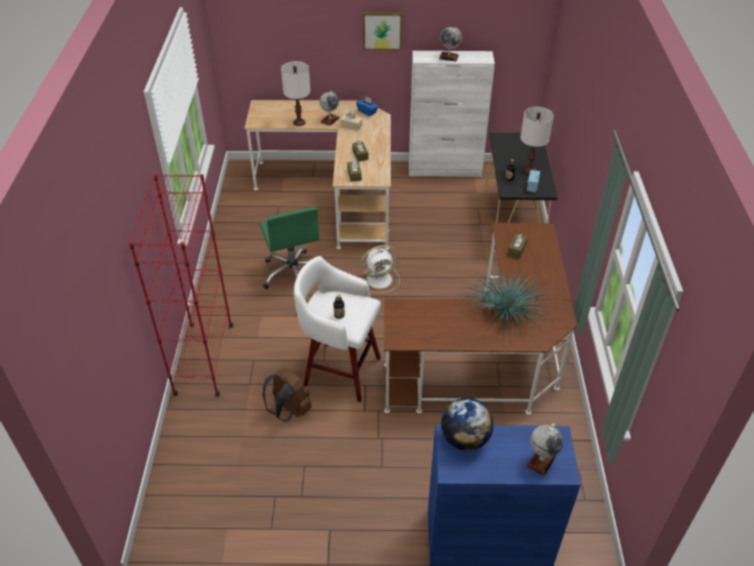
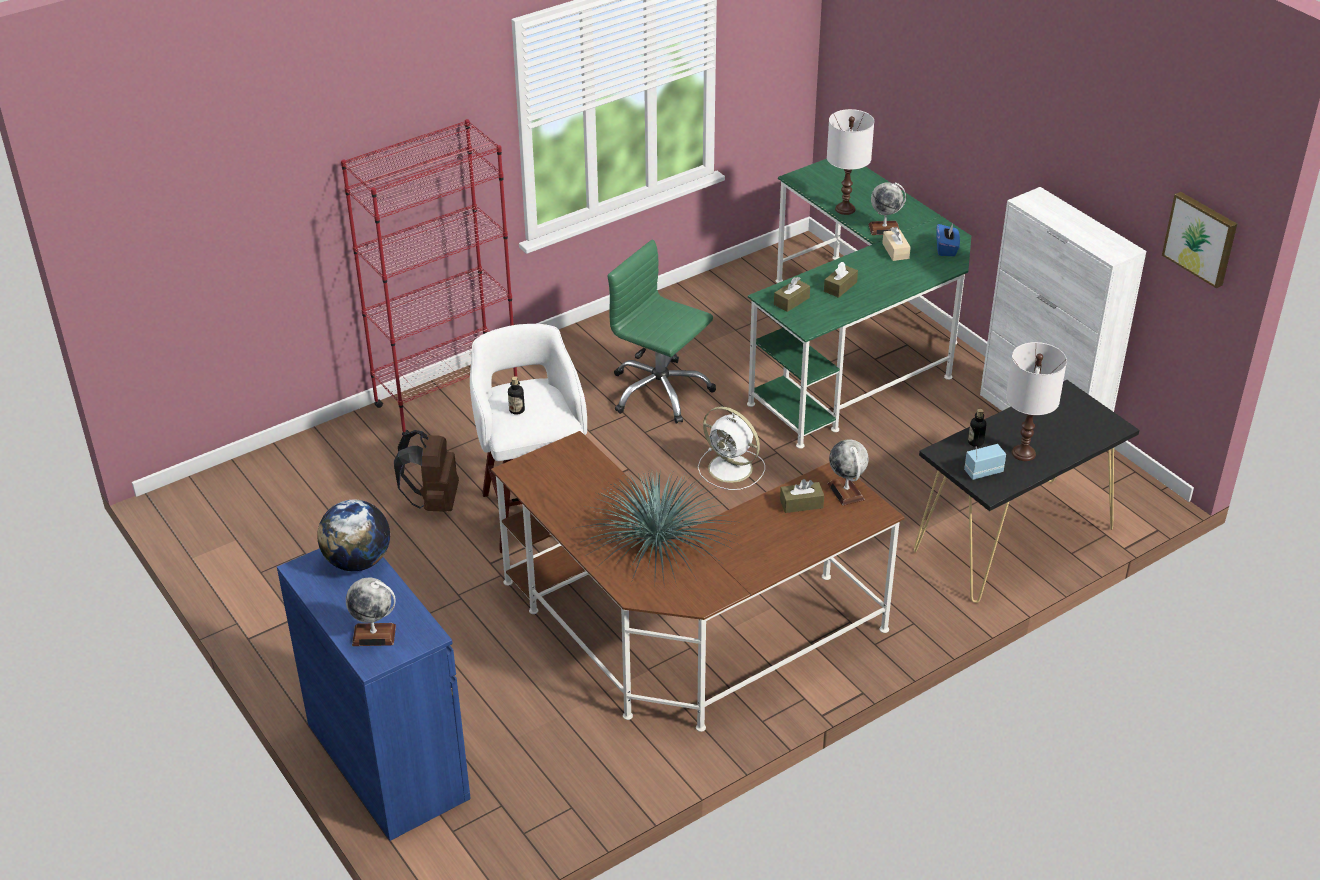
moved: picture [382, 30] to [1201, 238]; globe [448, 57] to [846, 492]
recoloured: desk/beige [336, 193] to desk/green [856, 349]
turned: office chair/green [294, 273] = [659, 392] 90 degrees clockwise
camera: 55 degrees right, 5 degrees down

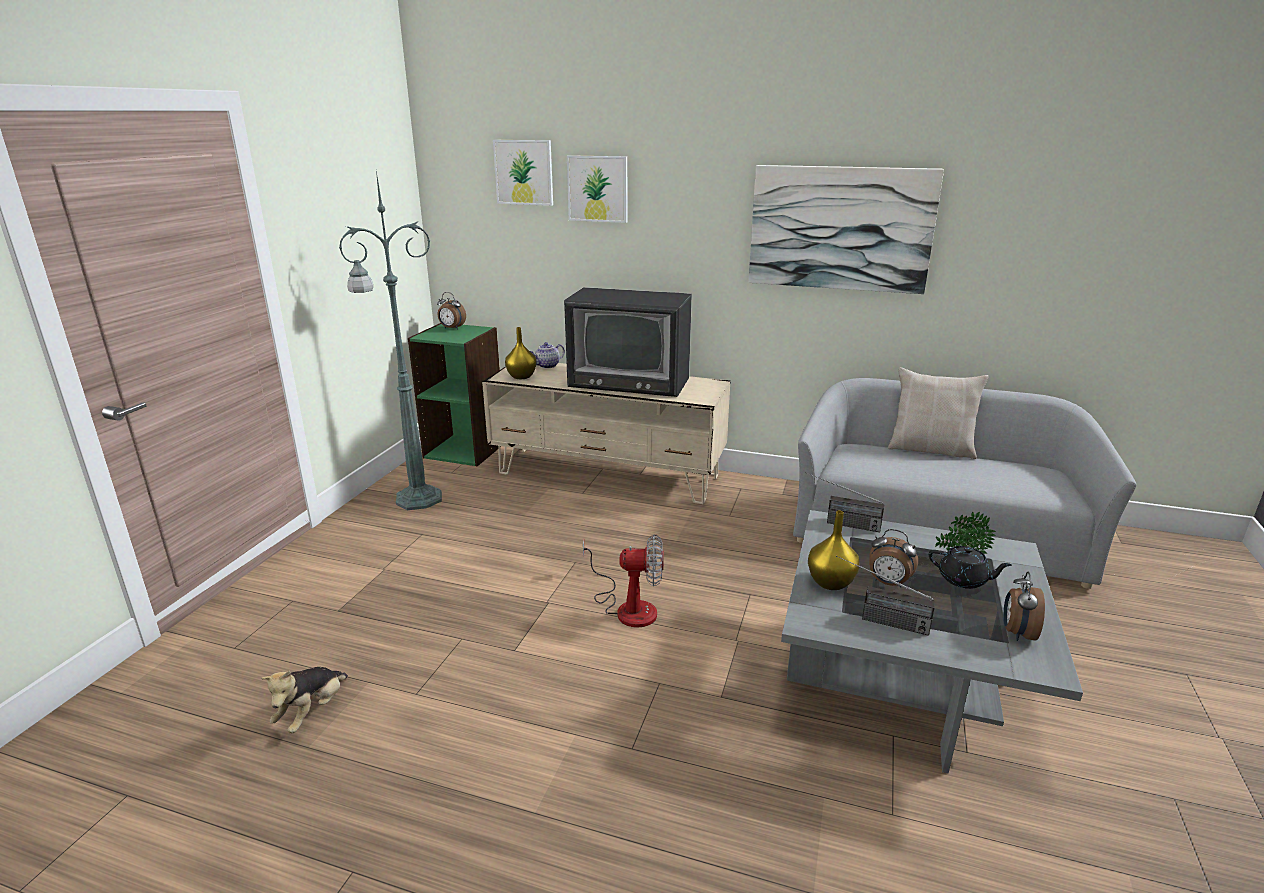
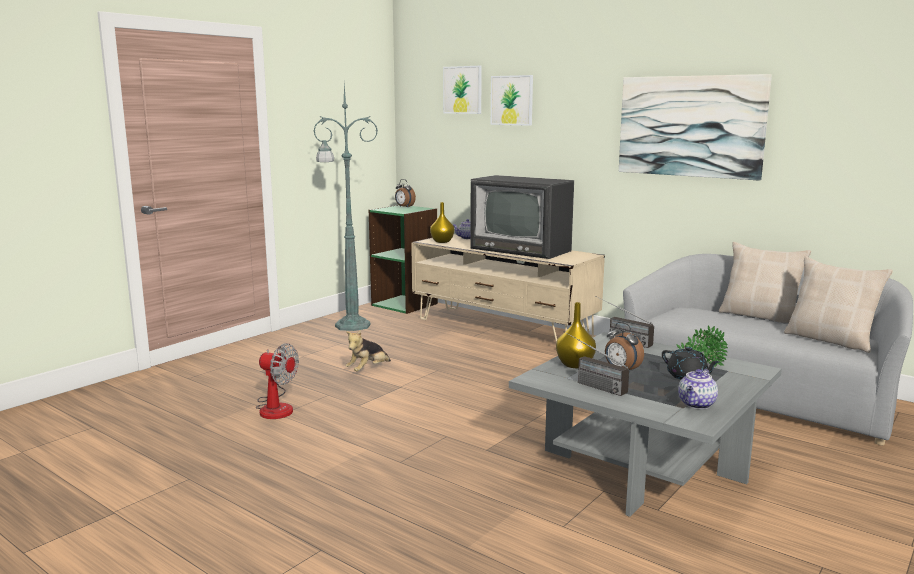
added: pillow/beige [830, 340]
moved: fan [628, 607] to [276, 407]; plush toy [312, 712] to [368, 370]
replaced: alarm clock [1017, 633] to teapot [697, 404]
camera: 20 degrees right, 10 degrees down

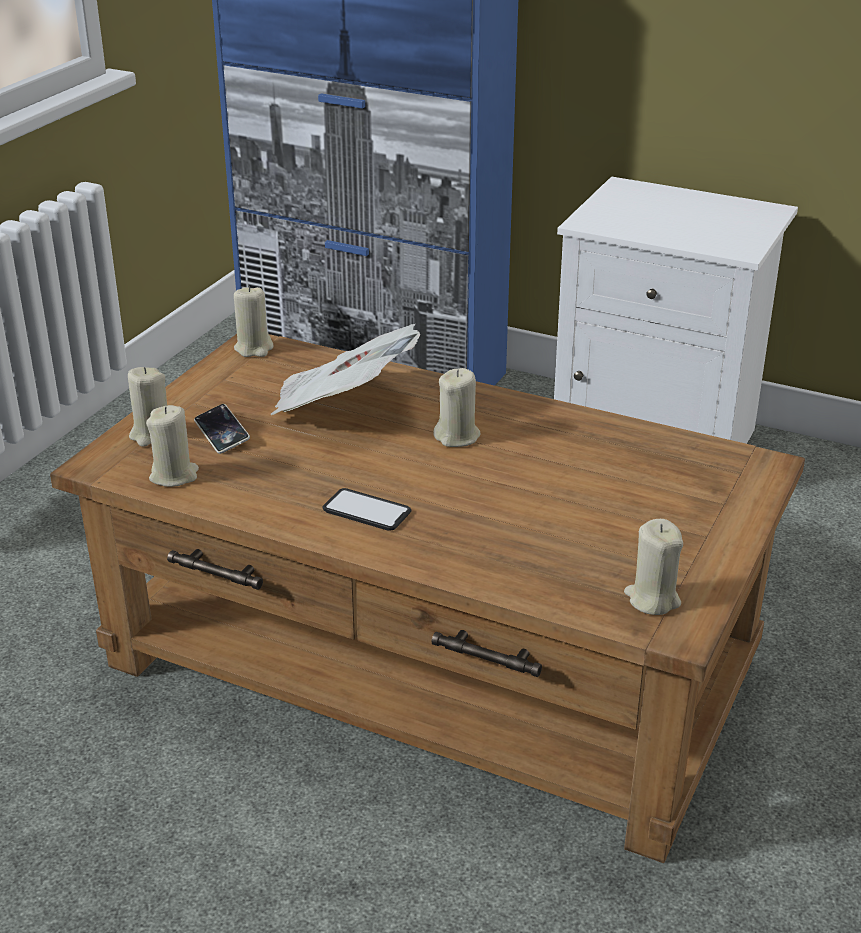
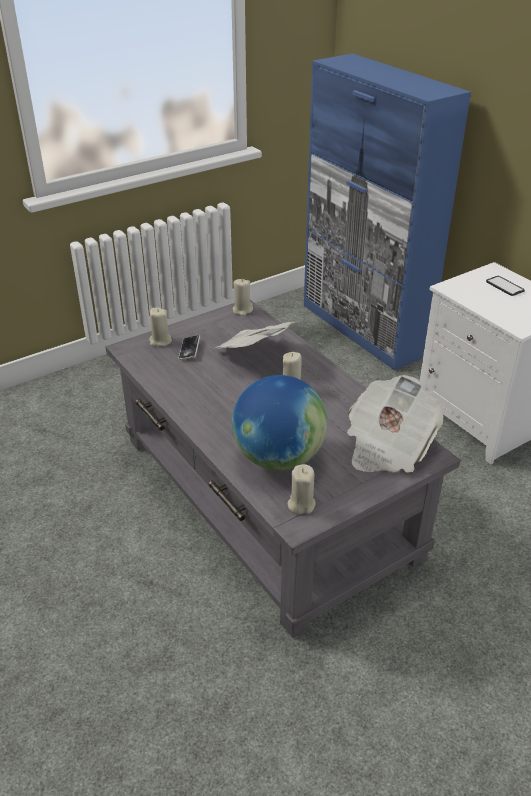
removed: candle/beige [174, 475]
added: globe [278, 457]; newspaper [387, 446]
moved: phone [366, 511] to [504, 286]
recoloured: coffee table/brown [433, 664] to coffee table/grey [266, 496]
camera: 30 degrees right, 5 degrees up

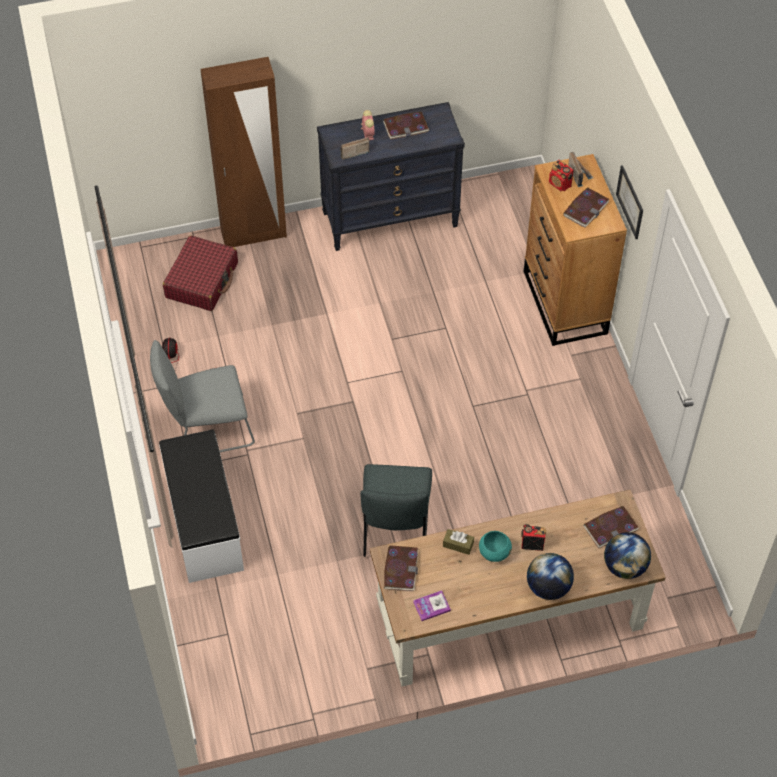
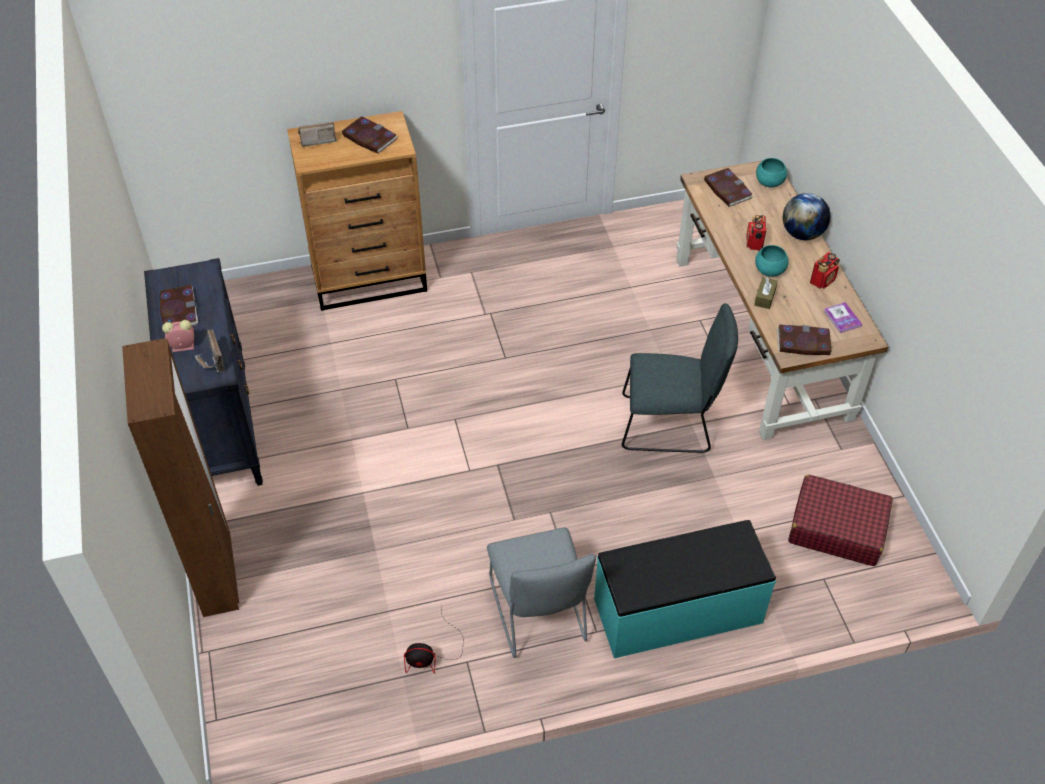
removed: picture [630, 202]
moved: radio [560, 184] to [822, 281]; suitcase/red [202, 280] to [836, 528]
replaced: globe [625, 566] to bowl/turquoise [769, 182]
recoloured: bench/white [203, 523] to bench/turquoise [678, 612]
camera: 90 degrees left, 5 degrees down

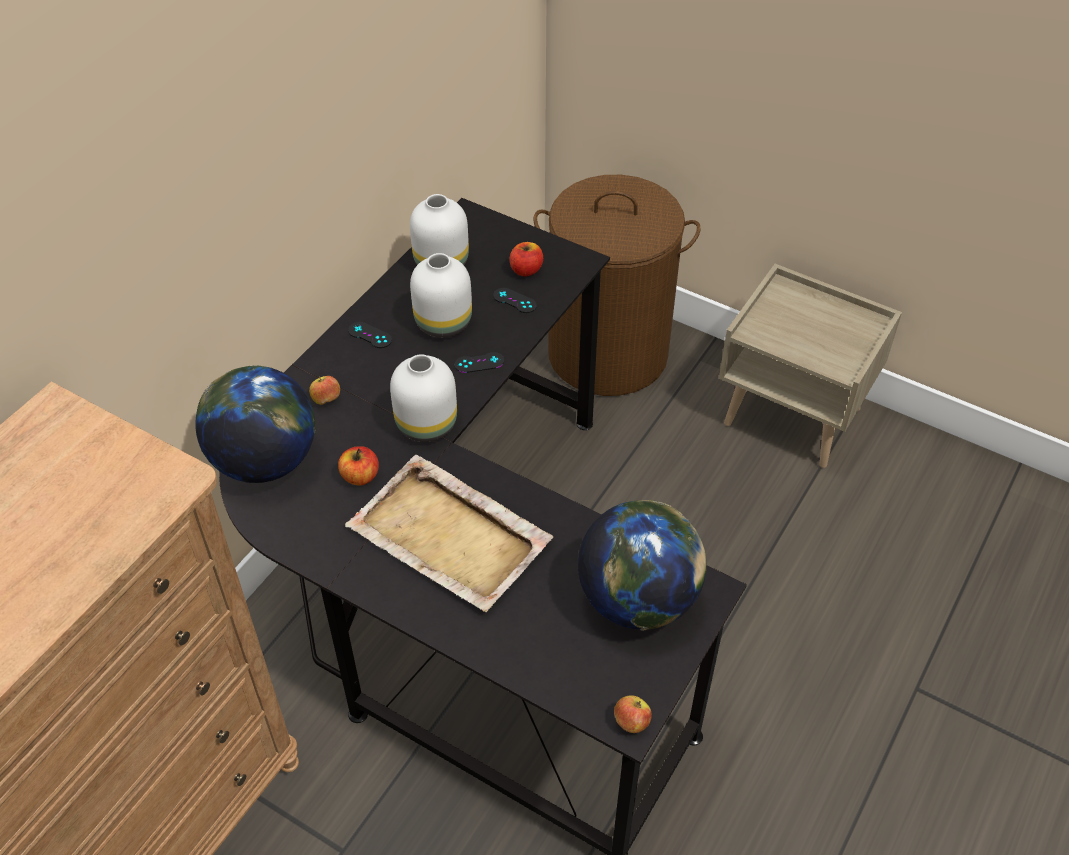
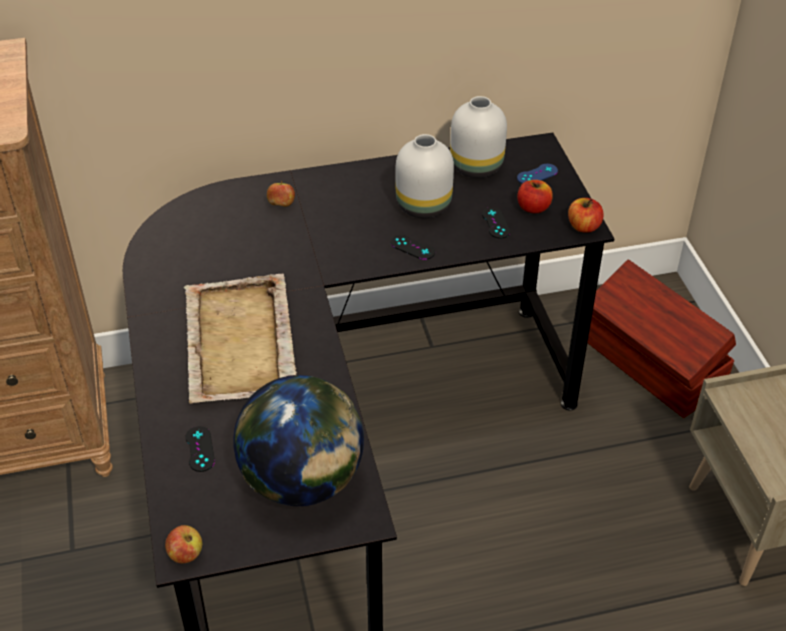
removed: vase/white [425, 426]; globe [265, 461]
added: game controller/blue [537, 174]
moved: game controller/black [370, 335] to [200, 449]; apple [360, 476] to [583, 226]
replaced: laundry basket/brown [608, 353] to storage box/brown [652, 366]
camera: 45 degrees right, 5 degrees down

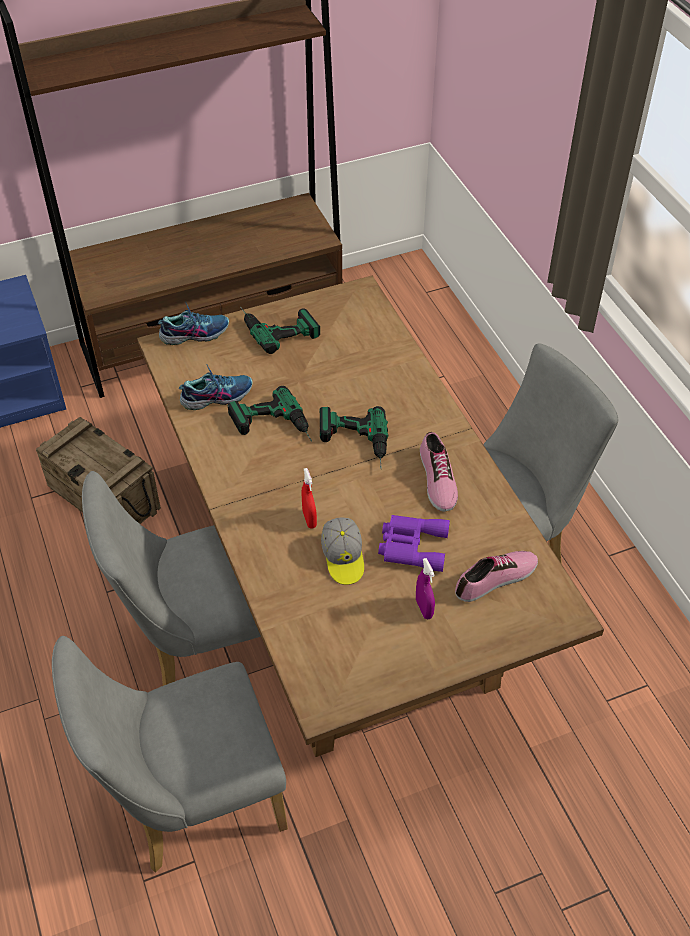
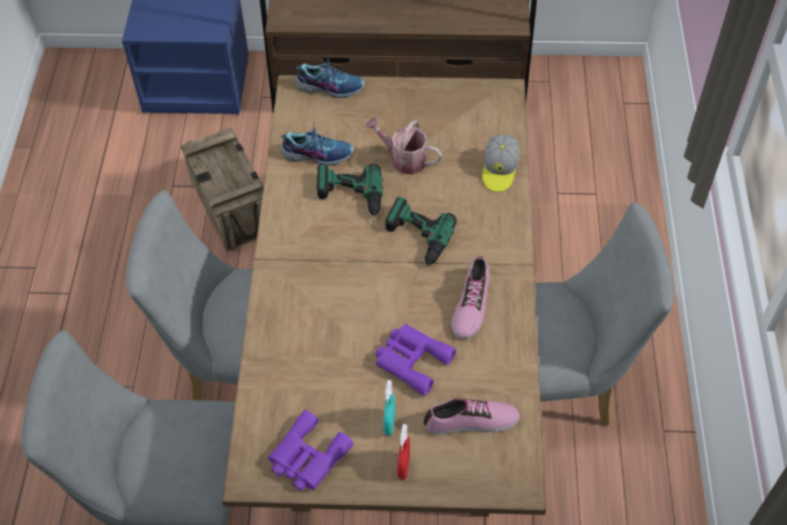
removed: power drill [276, 325]
added: watering can [404, 159]; binoculars/purple [307, 458]
moved: spray bottle/red [309, 519] to [403, 467]; cap [343, 558] to [499, 170]
recoloured: spray bottle/purple [424, 608] to spray bottle/turquoise [389, 424]
camera: 25 degrees right, 5 degrees up

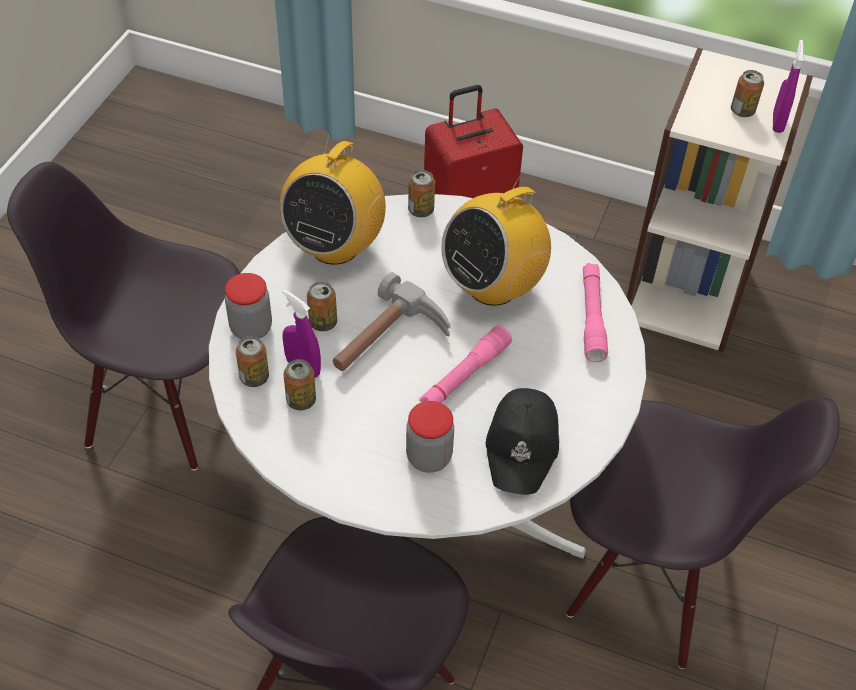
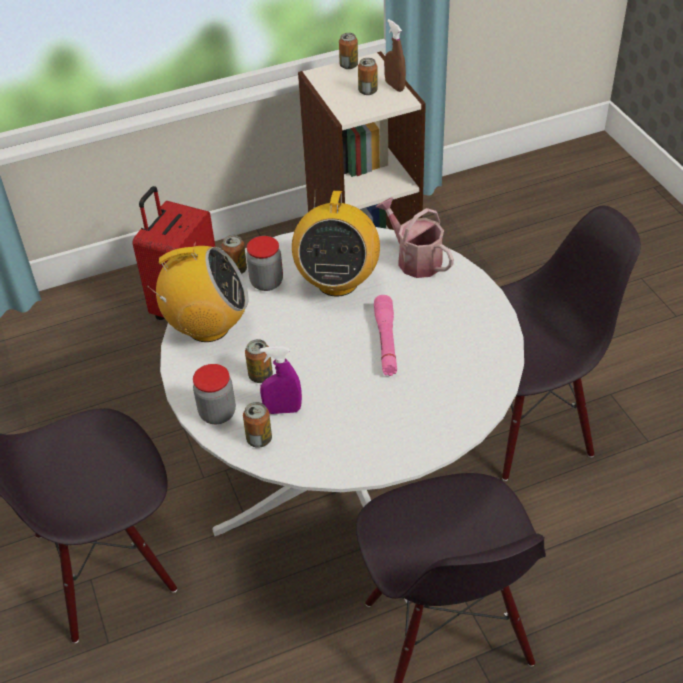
removed: hammer [390, 342]; cap/black [523, 446]
moved: can [301, 400] to [348, 65]; jar [429, 457] to [266, 282]
replaced: flashlight/pink [592, 317] to watering can [415, 259]
recoloured: spray bottle/purple [777, 123] to spray bottle/brown [394, 86]
turned: radio [335, 246] = [207, 327] 75 degrees counterclockwise
camera: 40 degrees left, 5 degrees down

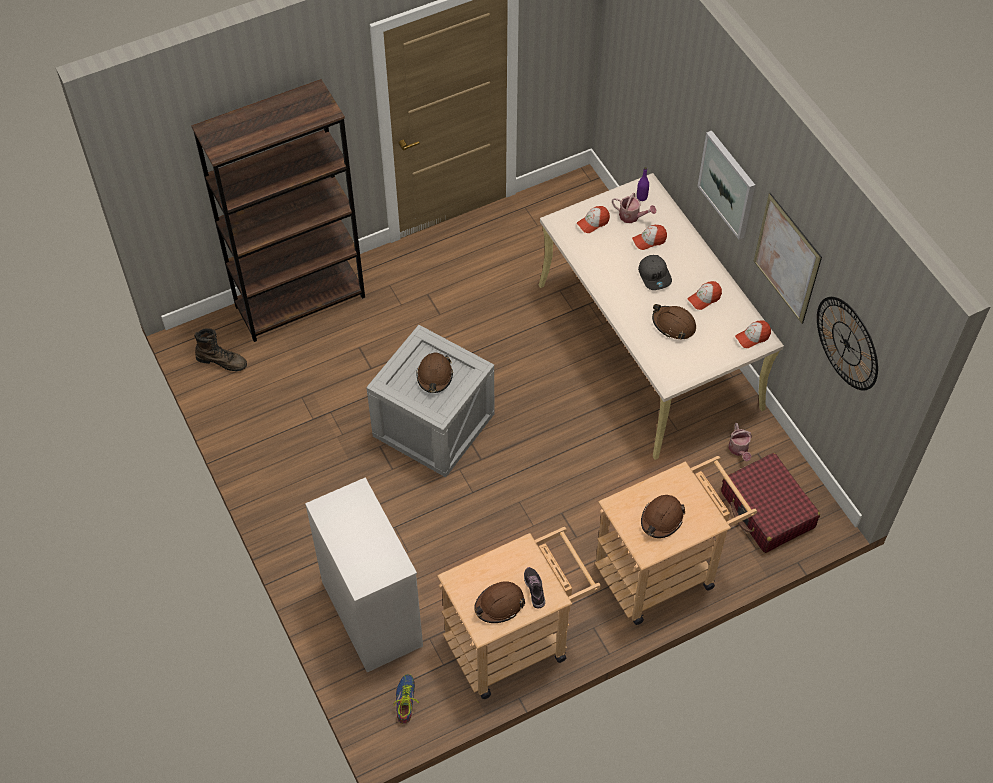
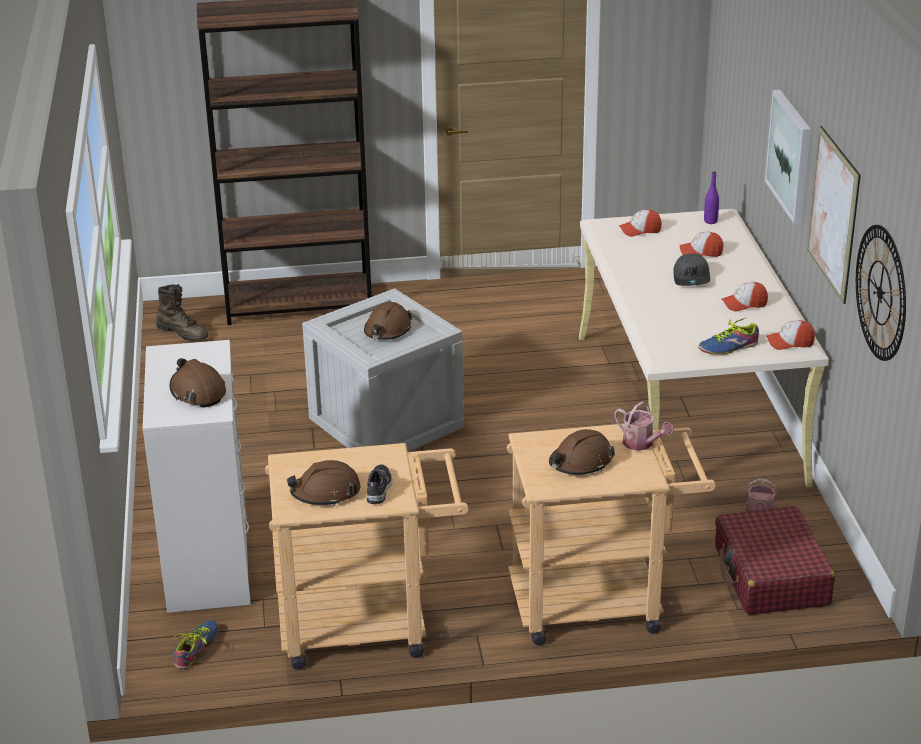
added: shoe [729, 347]
moved: watering can [632, 216] to [641, 443]; hard hat/brown [673, 325] to [197, 392]
camera: 20 degrees right, 25 degrees down

